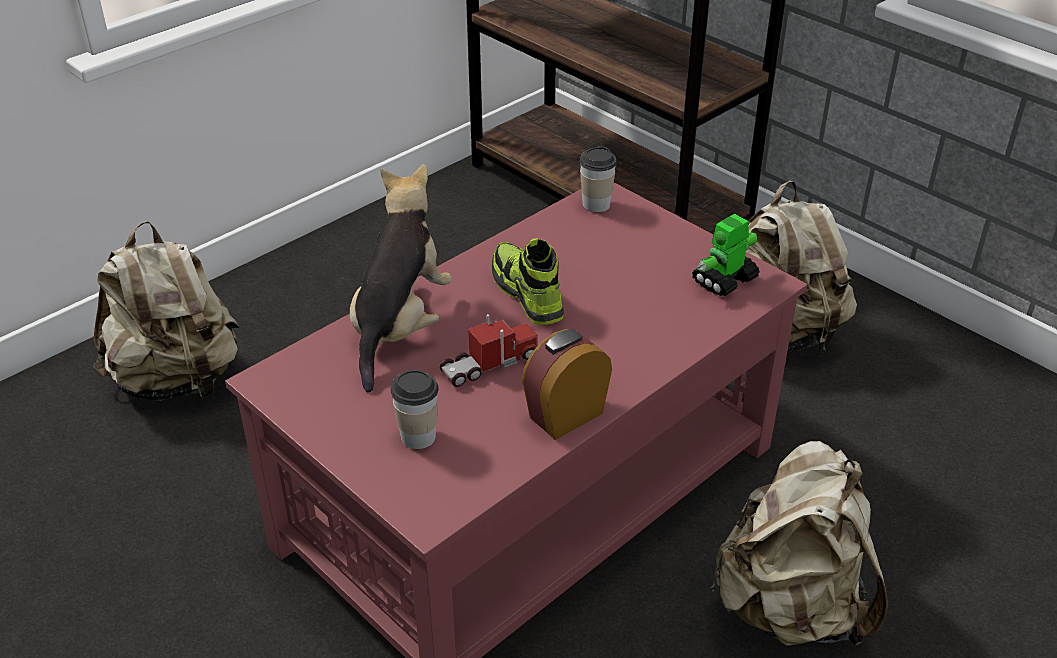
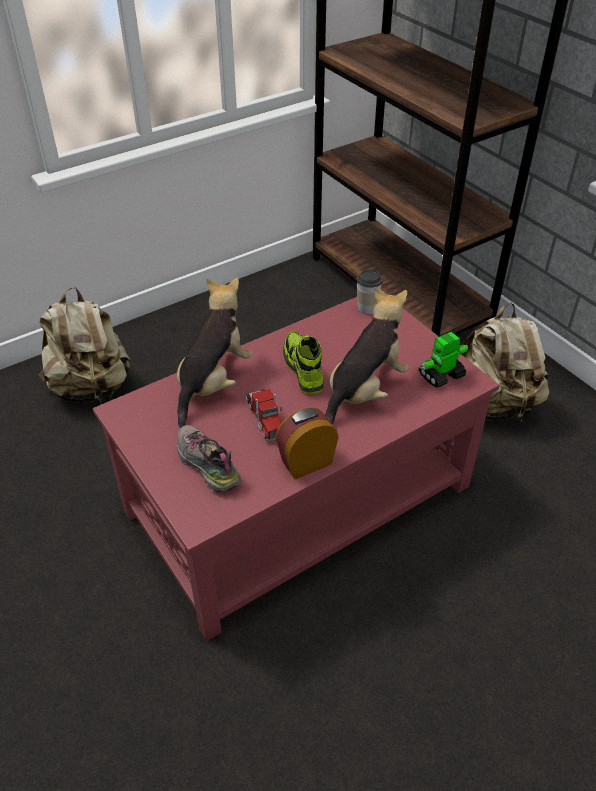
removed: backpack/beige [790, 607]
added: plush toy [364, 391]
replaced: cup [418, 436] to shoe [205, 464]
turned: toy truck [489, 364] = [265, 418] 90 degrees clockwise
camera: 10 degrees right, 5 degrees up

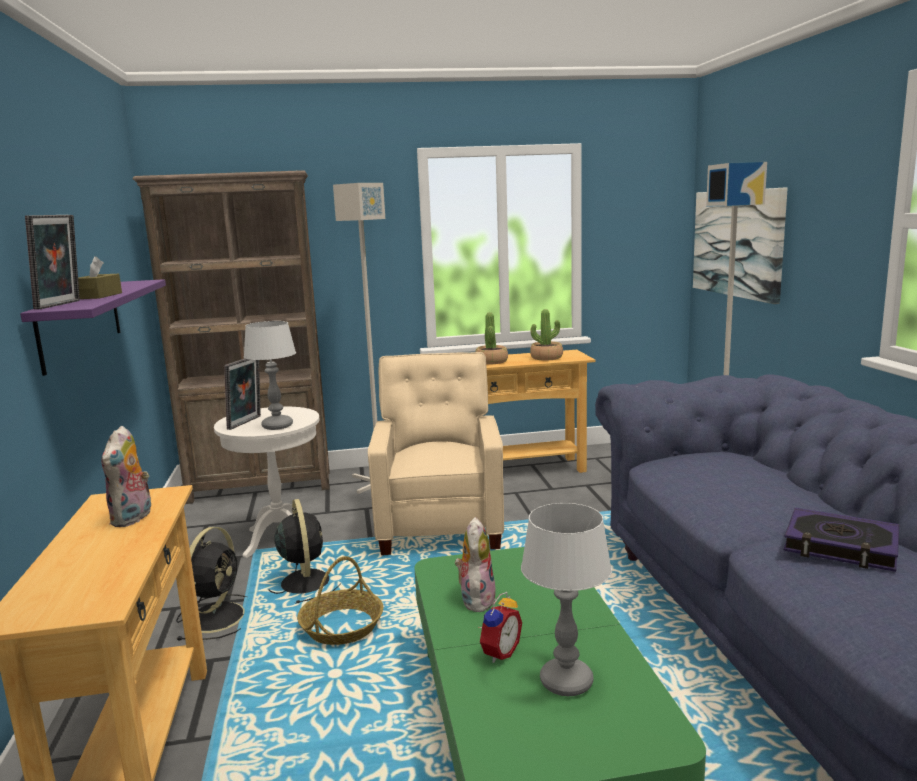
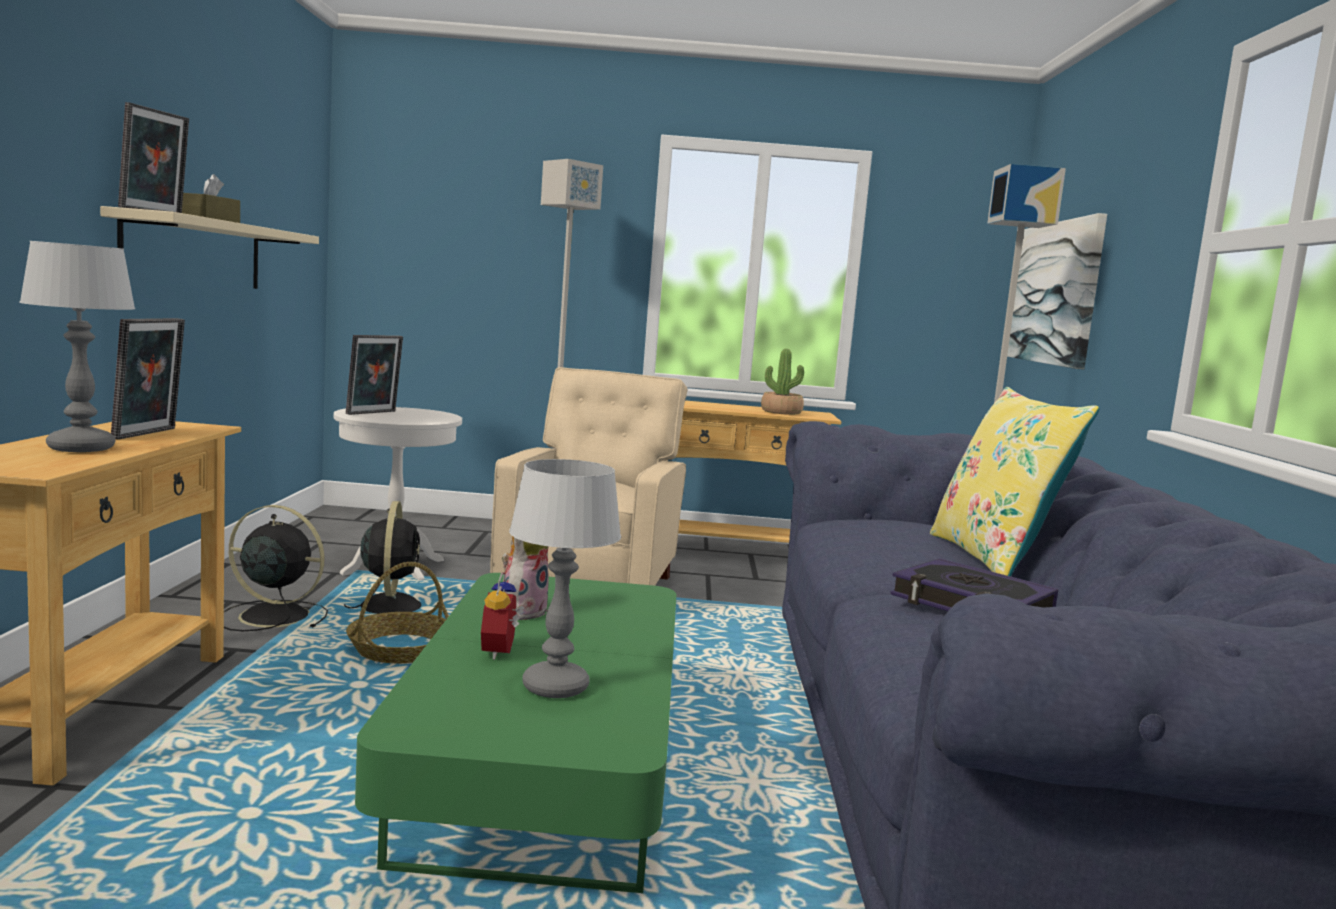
removed: bookcase/brown [262, 486]; potted plant [491, 361]
added: pillow/yellow [994, 559]
moved: table lamp [277, 426] to [80, 448]
replaced: plush toy [133, 518] to picture frame [149, 434]
recoloured: shelf/purple [81, 322] to shelf/beige [196, 254]
turned: fan/black [217, 616] = [272, 616] 105 degrees counterclockwise; alarm clock [498, 652] = [502, 652] 135 degrees clockwise
camera: 10 degrees right, 5 degrees down

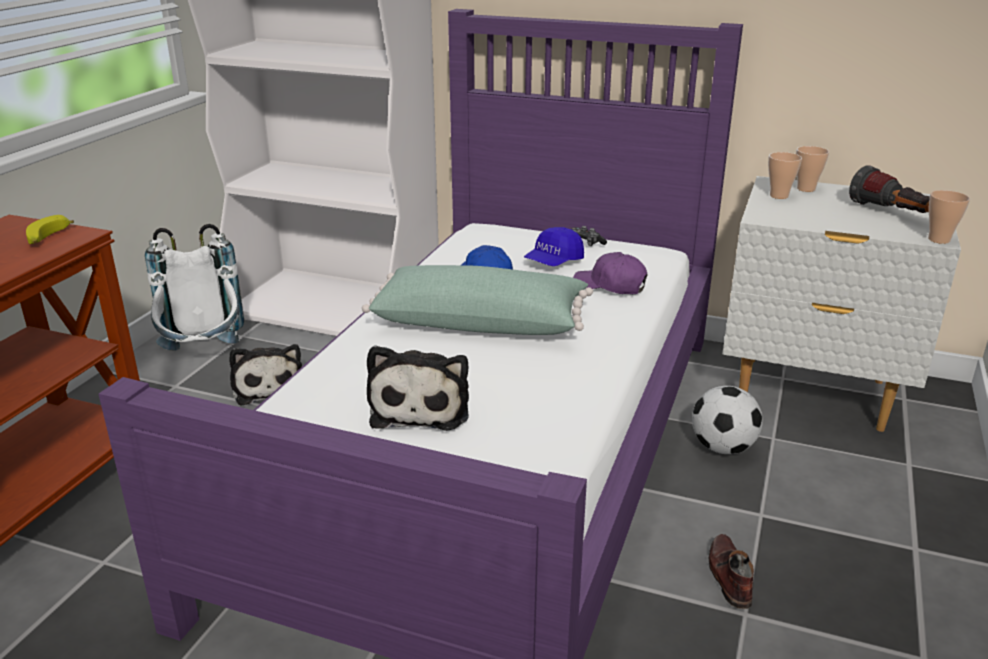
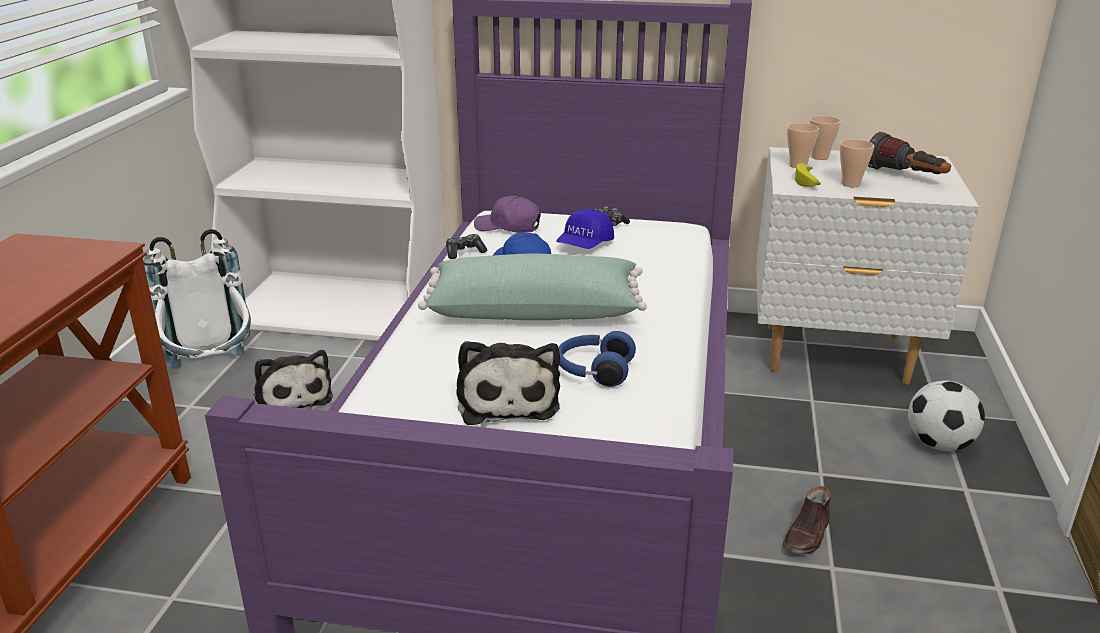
added: game controller [464, 252]; headphones/blue [593, 371]
moved: cup [939, 239] to [850, 184]; banana [48, 238] to [808, 182]; cap/purple [610, 286] to [508, 227]; football [722, 448] to [939, 444]
turned: shoe/brown [728, 576] = [807, 535] 135 degrees counterclockwise
camera: 10 degrees left, 0 degrees up

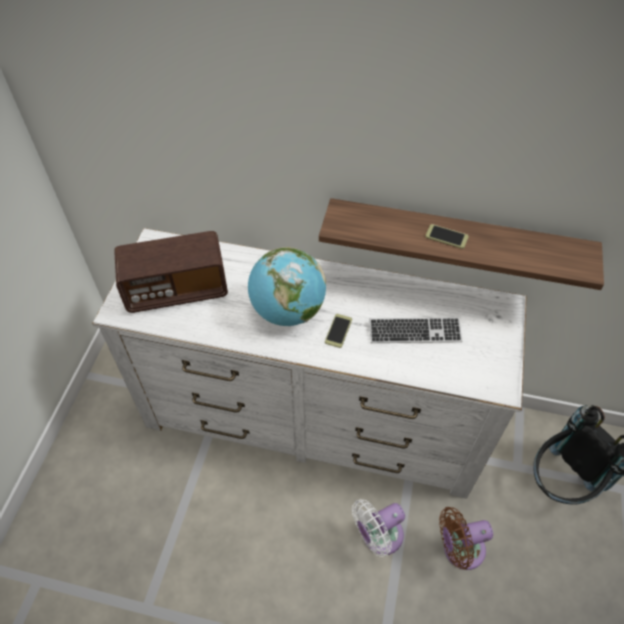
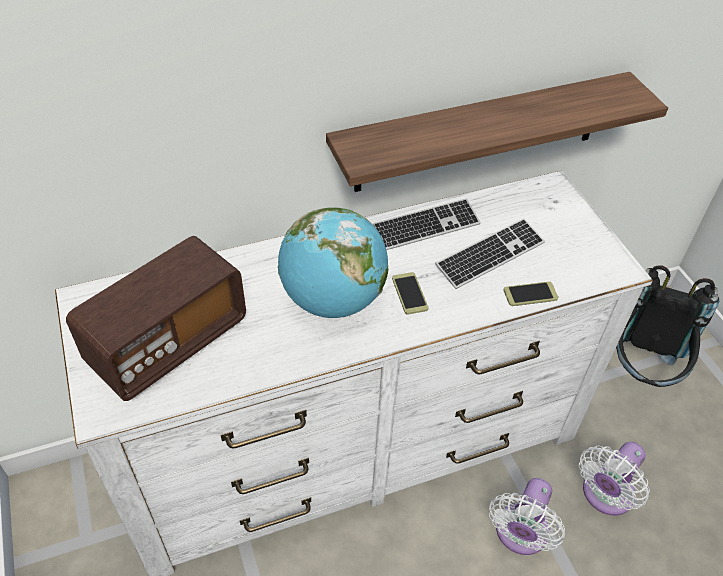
added: keyboard [423, 227]
moved: phone [446, 237] to [530, 294]
recoloured: fan/brown [459, 549] to fan/white [604, 495]
camera: 35 degrees left, 5 degrees down

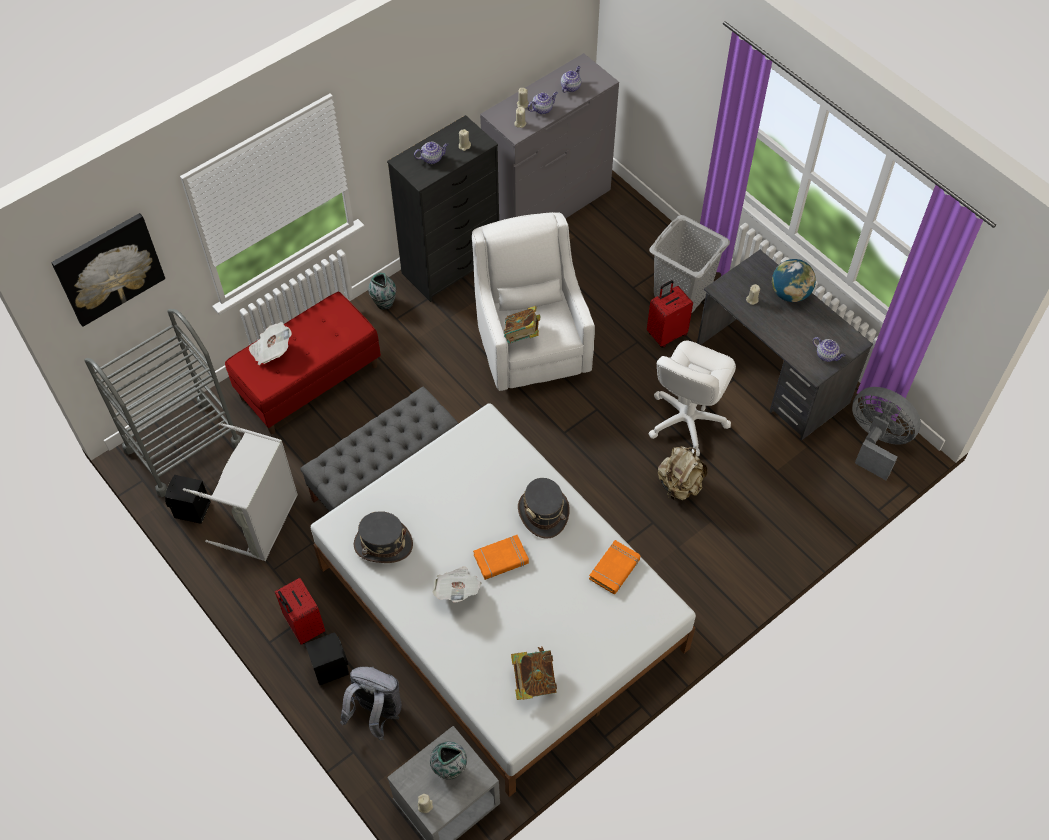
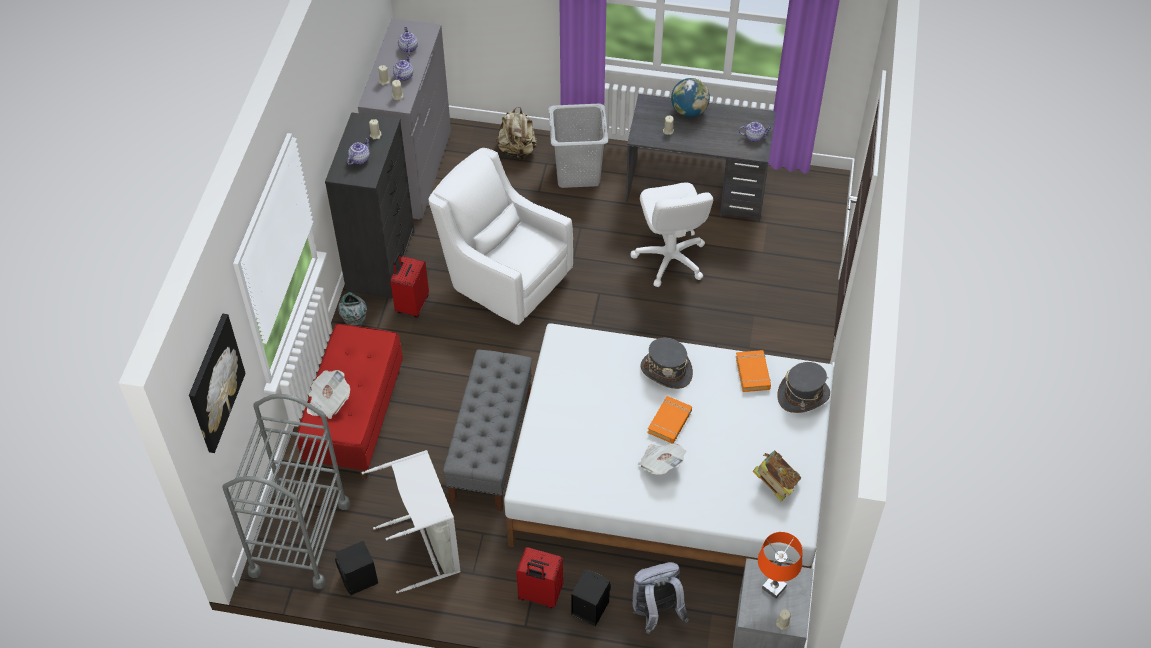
removed: book [522, 335]; fan/grey [876, 442]
moved: suitcase/red [666, 334] to [411, 305]; backpack/beige [679, 485] to [517, 150]; hat/grey [383, 544] to [803, 395]
replaced: vase [449, 769] to table lamp/orange [773, 587]
camera: 40 degrees left, 5 degrees down

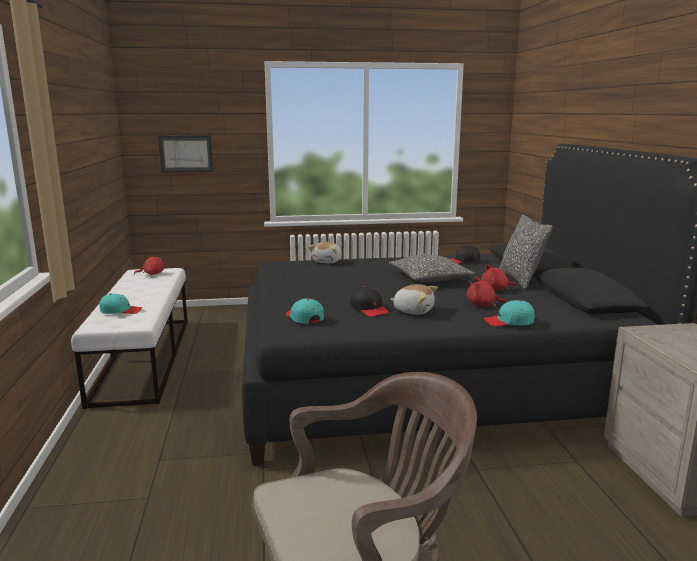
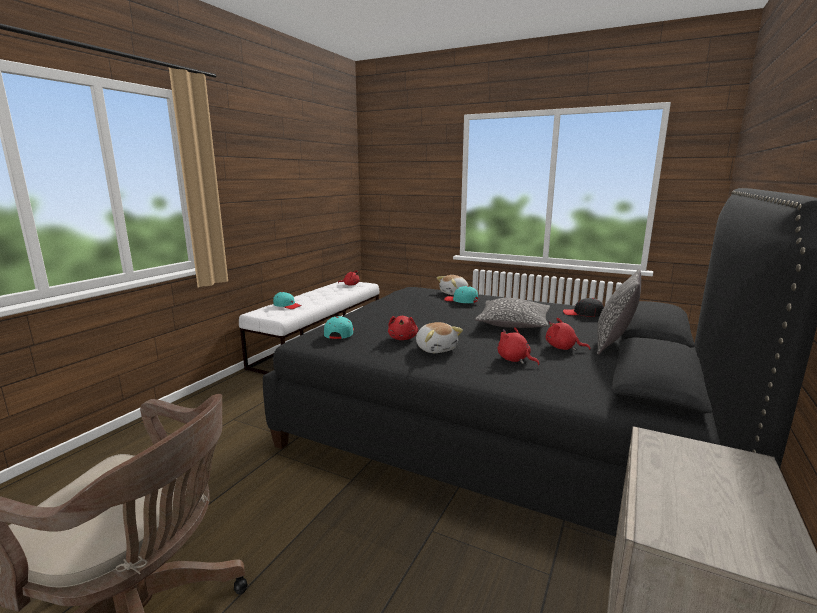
removed: picture [186, 154]
moved: cap/turquoise [509, 322] to [461, 301]
replaced: cap/black [369, 309] to plush toy/red [403, 338]
camera: 35 degrees right, 0 degrees up

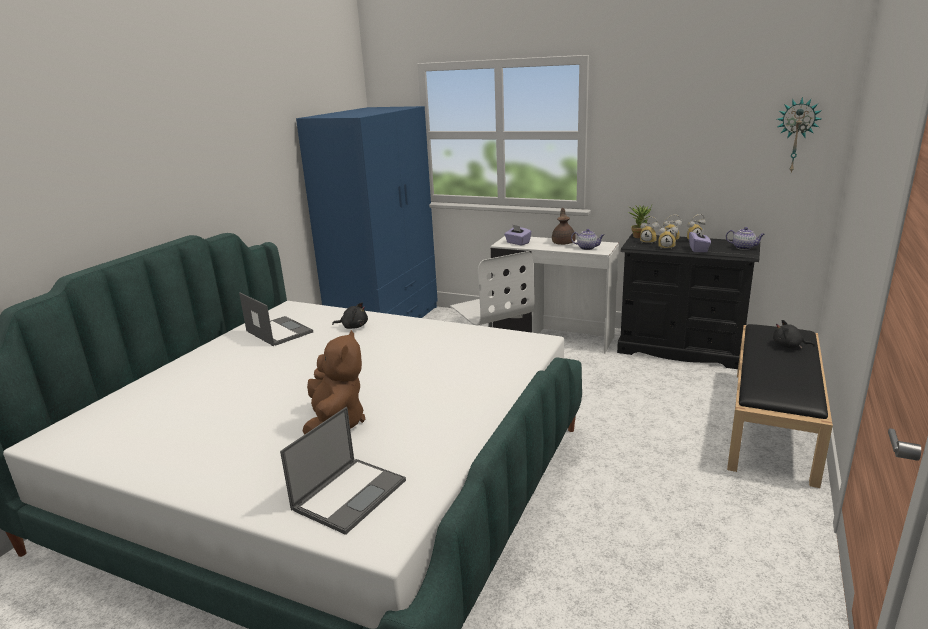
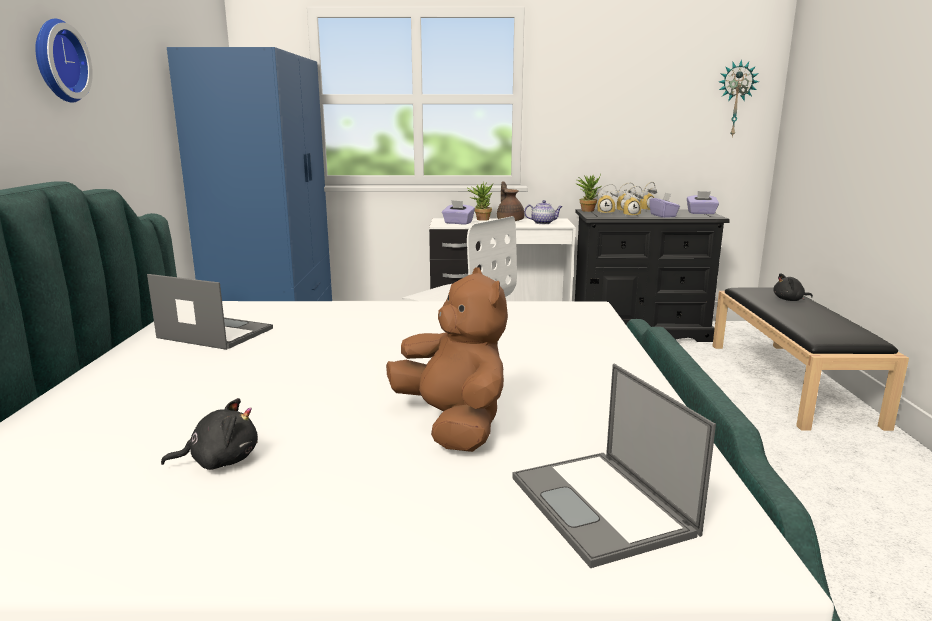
added: wall clock [57, 61]; potted plant [480, 219]
moved: plush toy/black [353, 327] to [220, 461]
replaced: teapot [744, 247] to tissue box/purple [701, 213]
turned: laptop [350, 494] = [603, 506] 150 degrees clockwise
camera: 25 degrees left, 5 degrees down

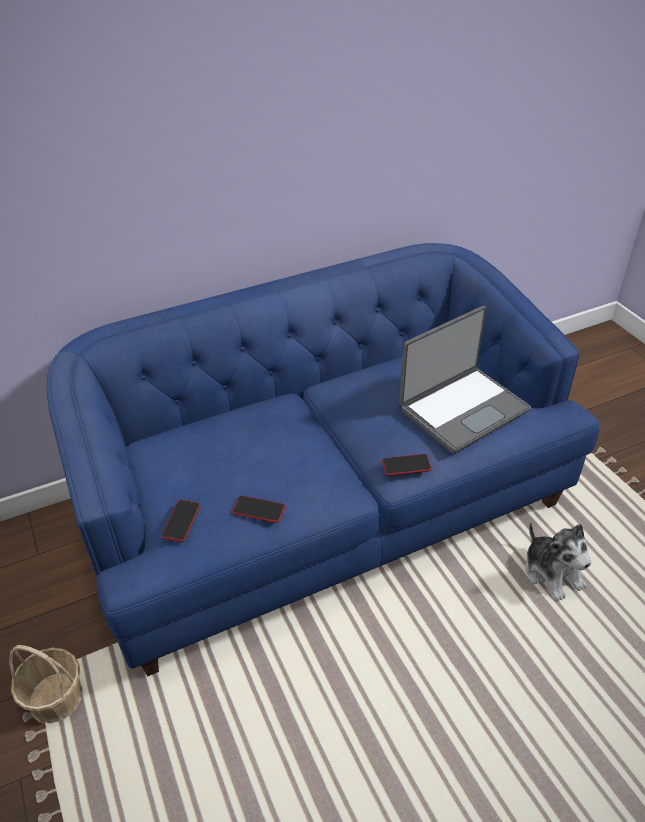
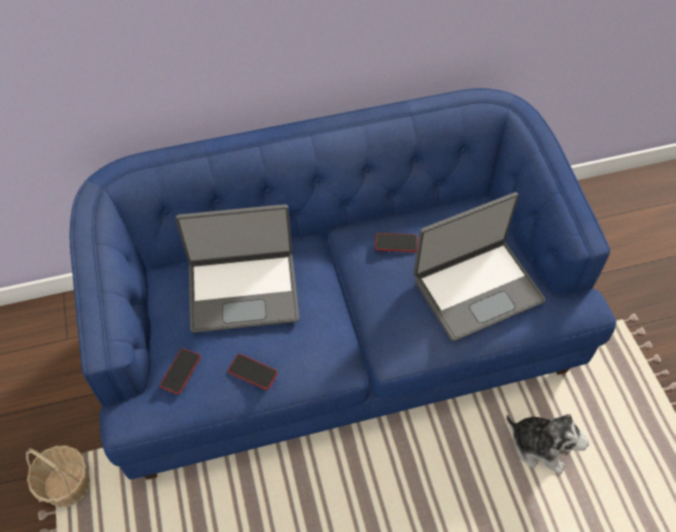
added: laptop [243, 290]
moved: phone [406, 465] to [396, 243]
turned: plush toy [552, 573] = [540, 446] 45 degrees counterclockwise
camera: 10 degrees right, 15 degrees up

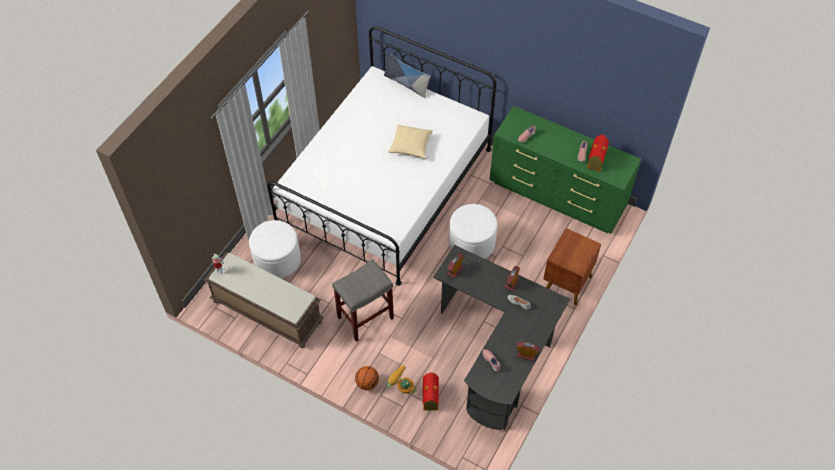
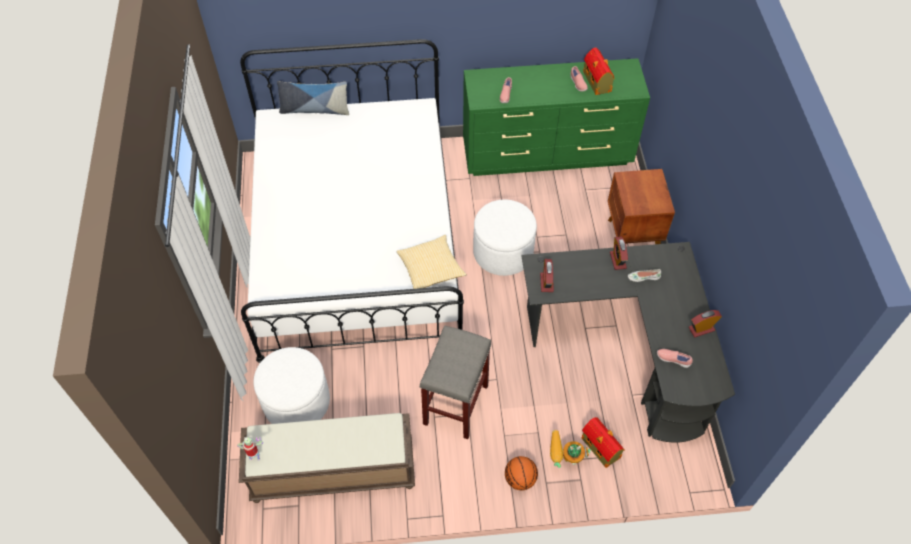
moved: pillow [410, 146] to [430, 269]
camera: 35 degrees left, 0 degrees up

